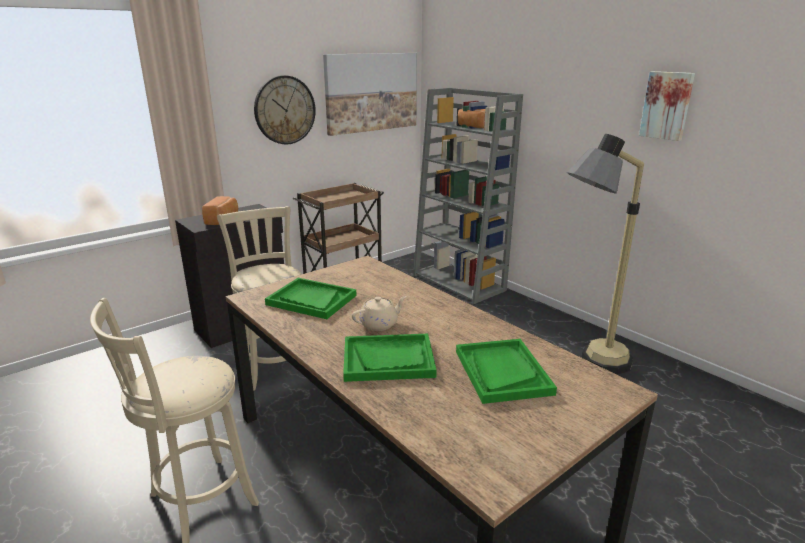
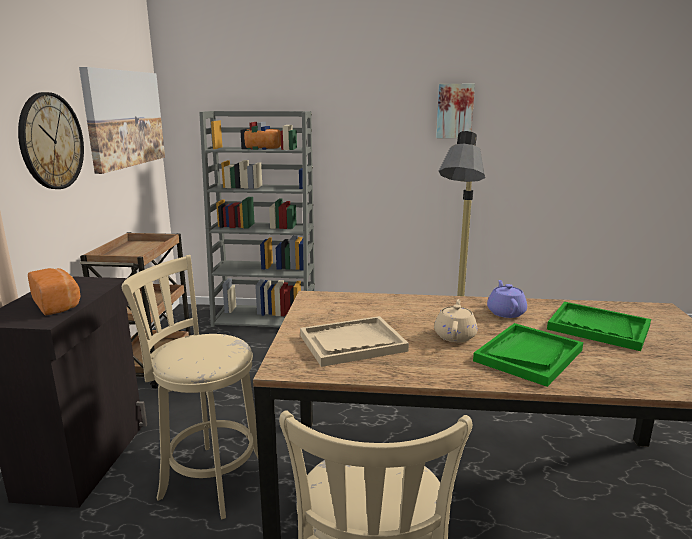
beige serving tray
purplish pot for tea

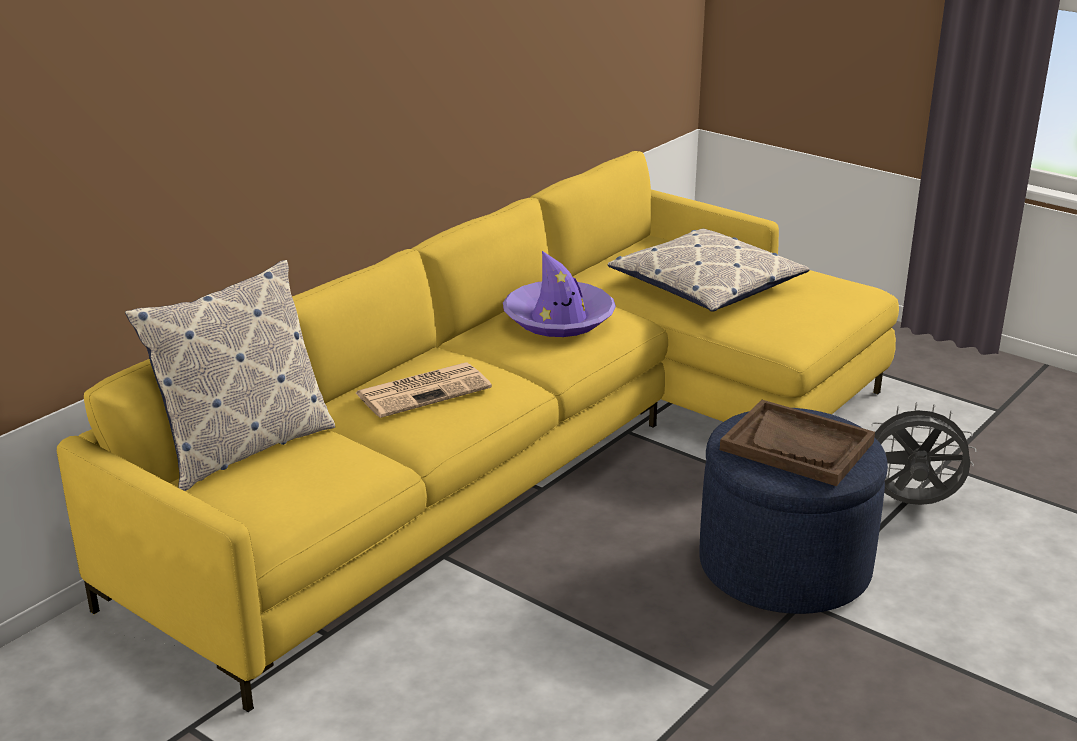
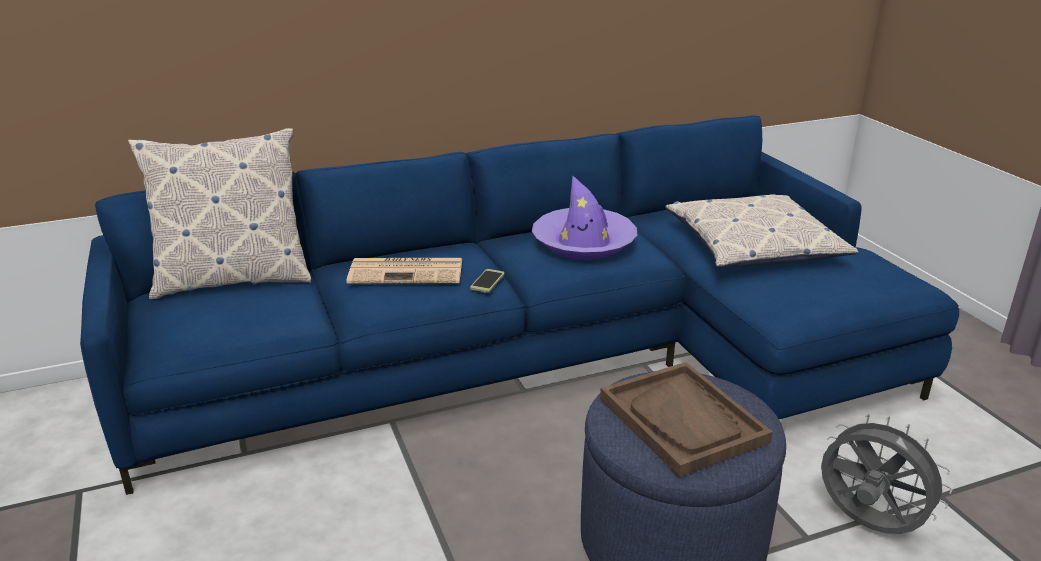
blue-coloured couch
handset

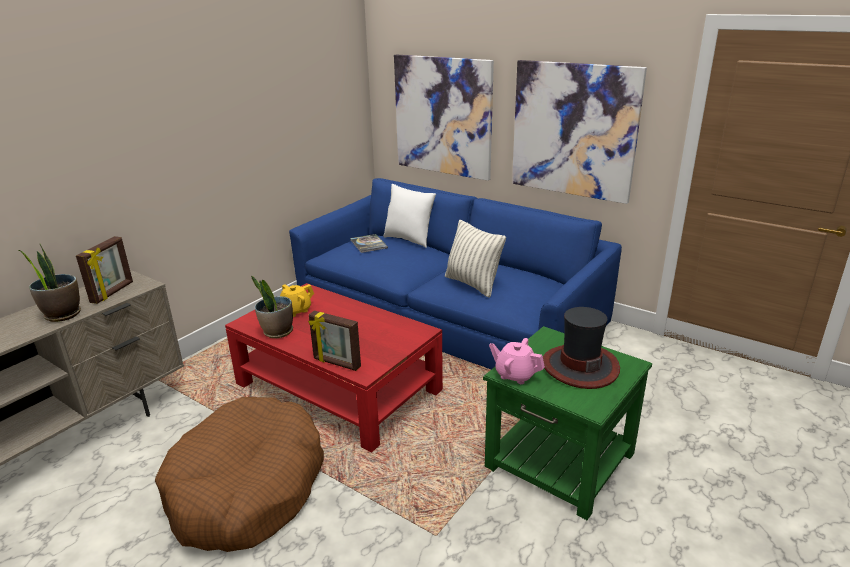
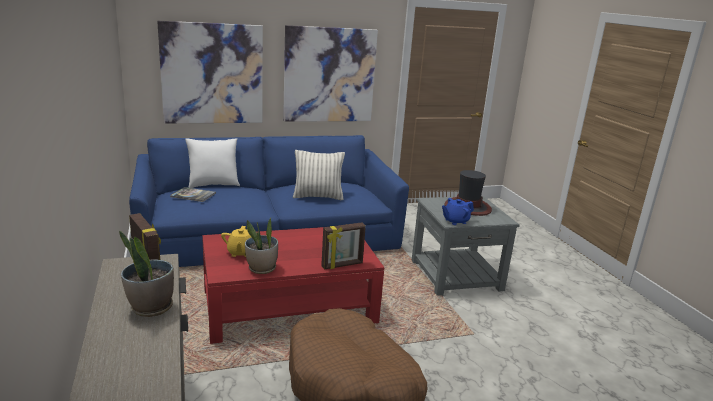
grey end table
blue-coloured pot for tea

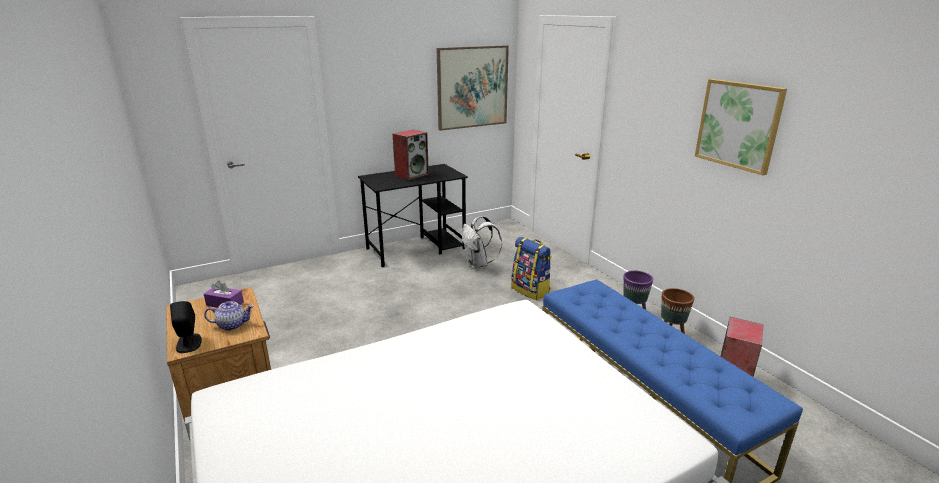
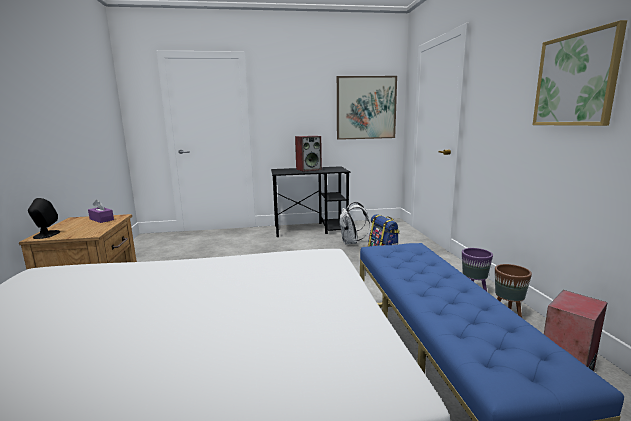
pot for tea

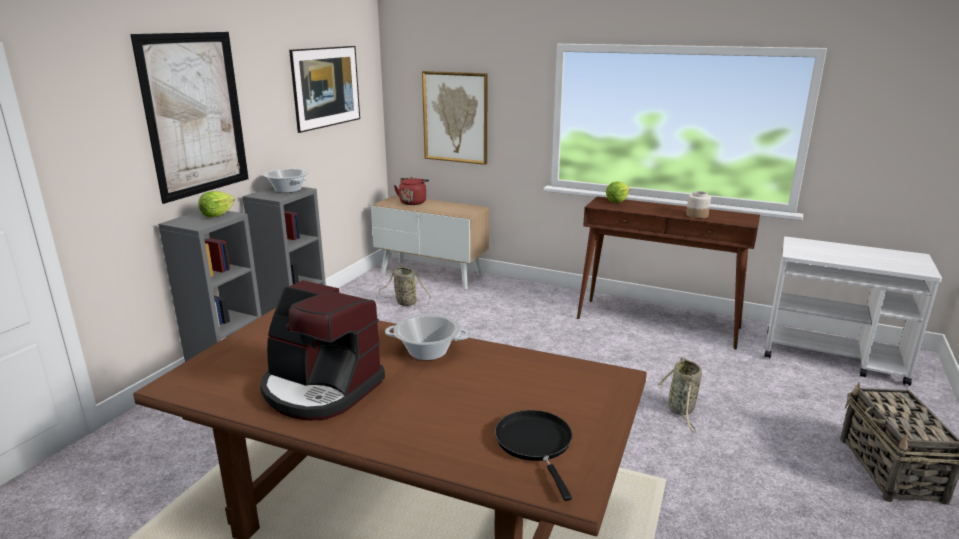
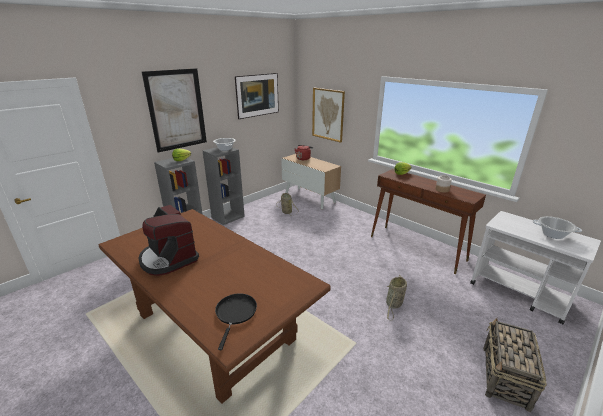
stockpot (no. 2 from left)

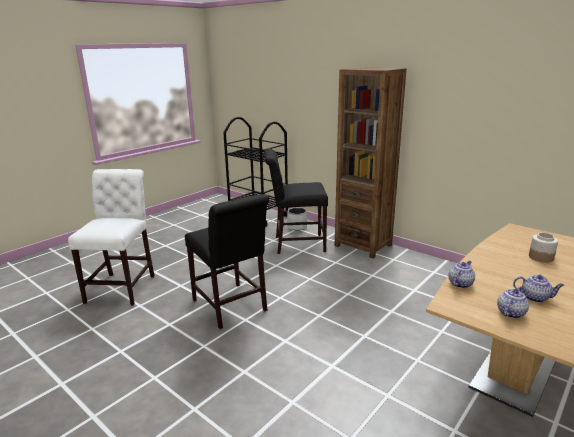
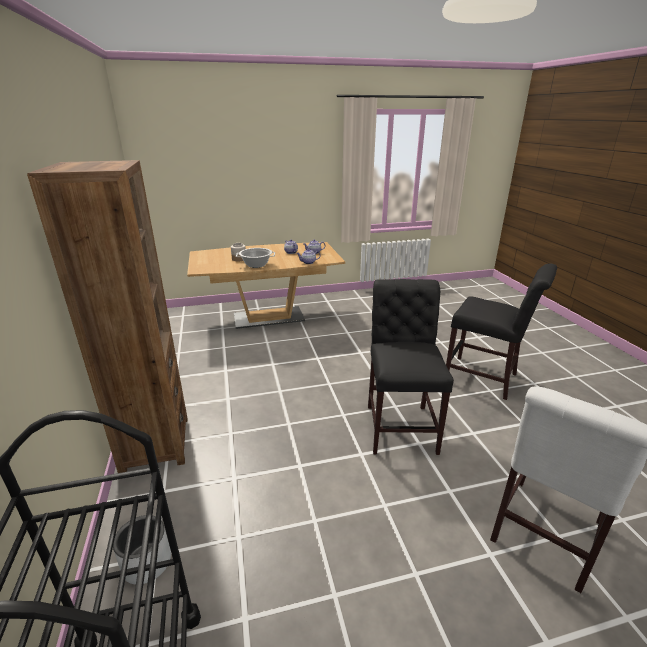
blackish chair (no. 2 from left)
stockpot

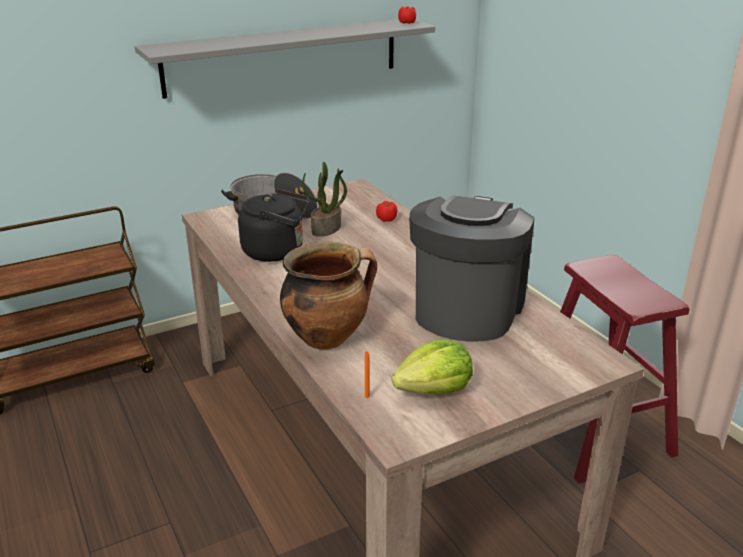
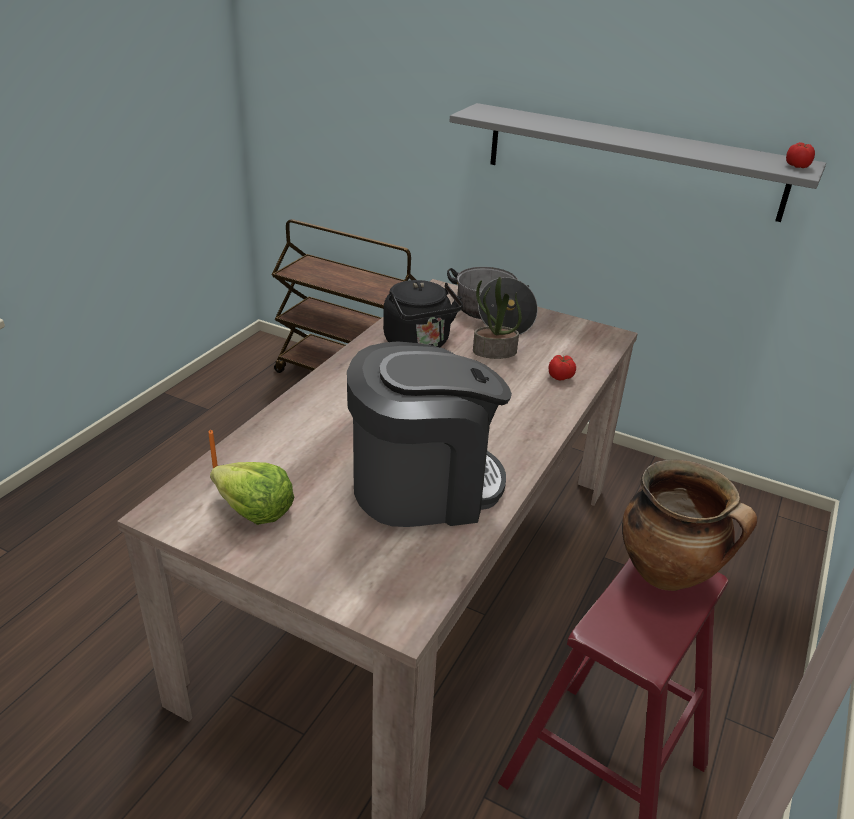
stockpot (no. 2 from left)

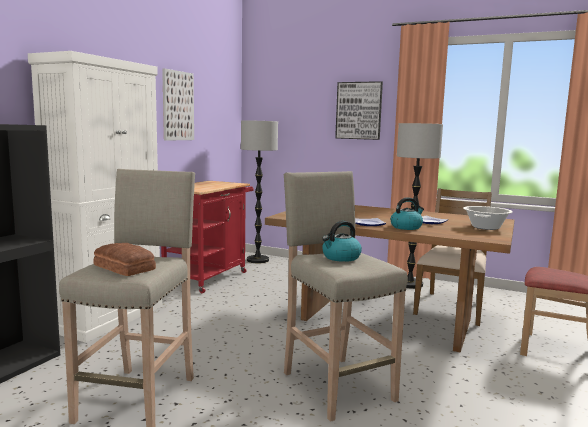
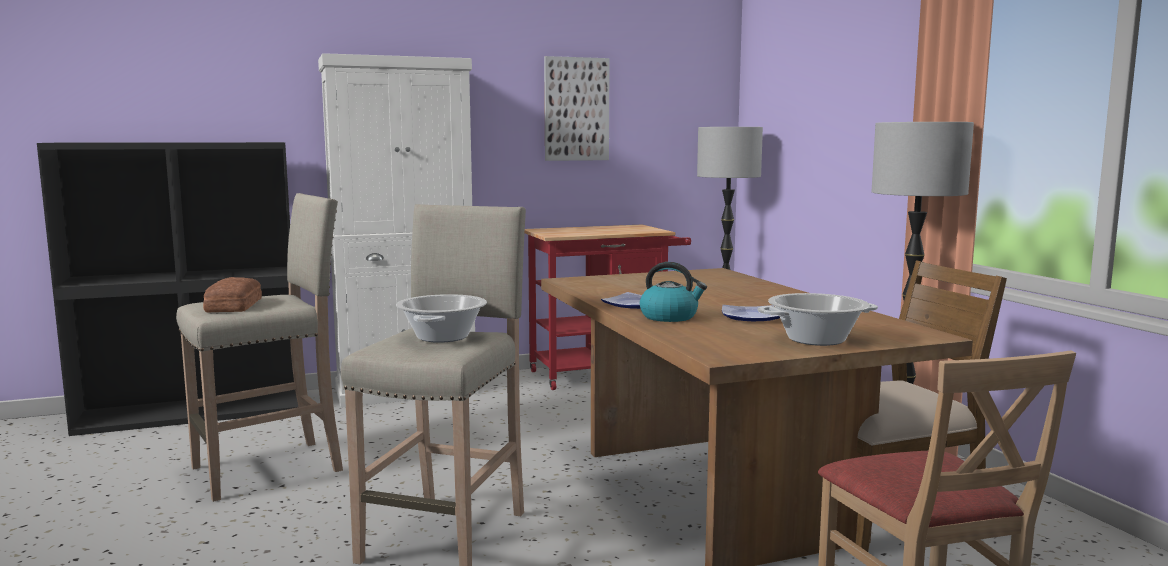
stockpot (no. 1 from left)
picture (no. 2 from left in the first image)

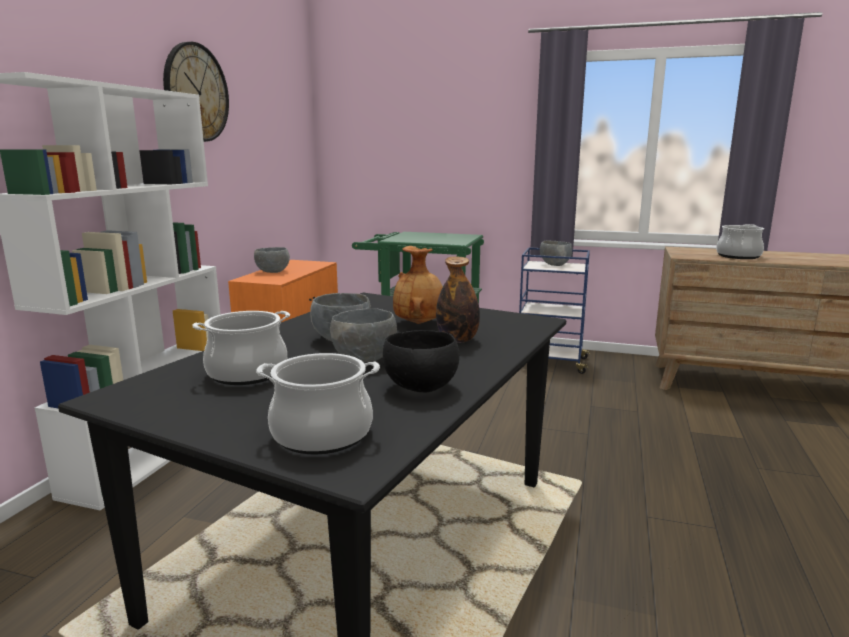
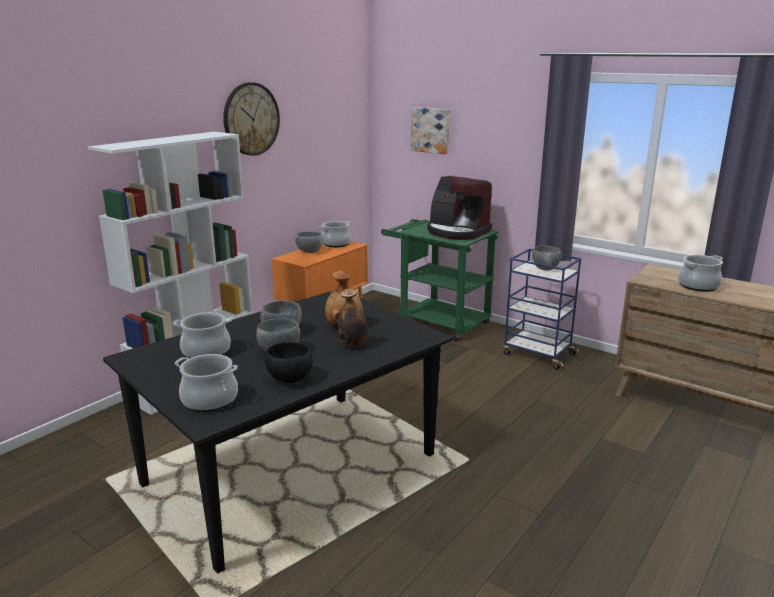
stockpot (no. 3 from left)
picture
coffee maker

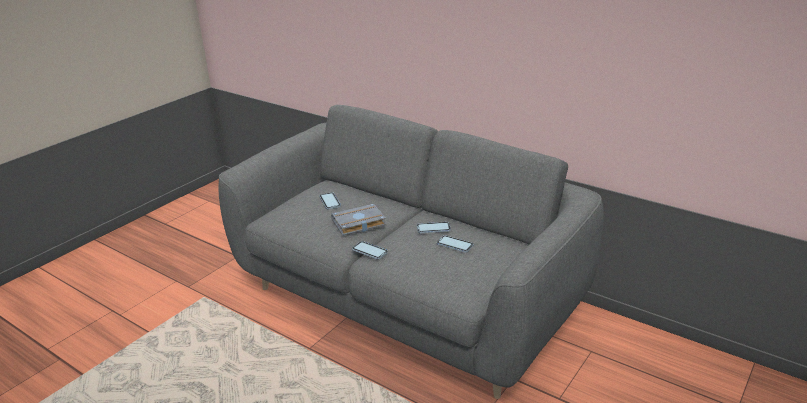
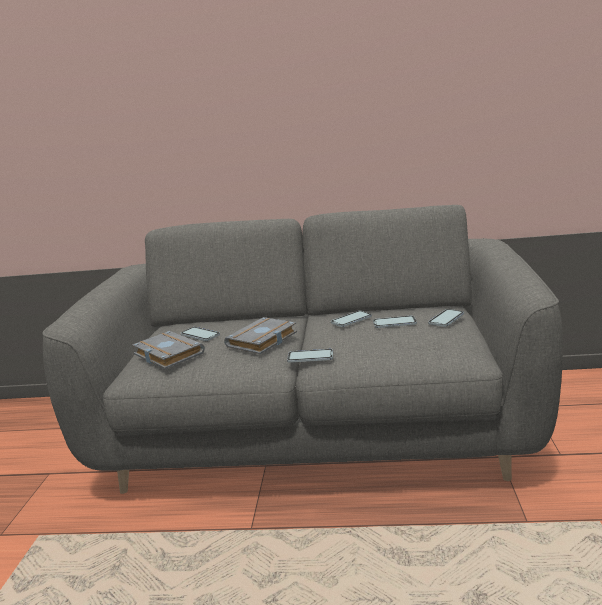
grey book (no. 1 from left)
handset (no. 5 from left)

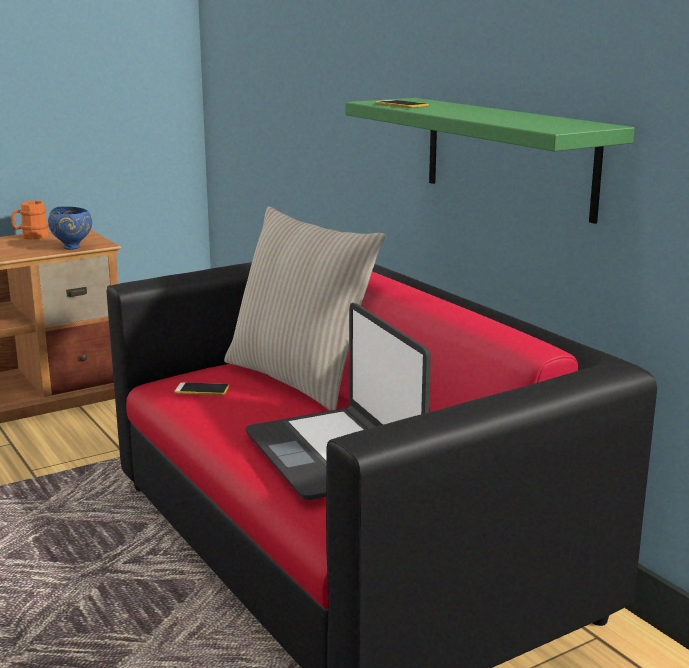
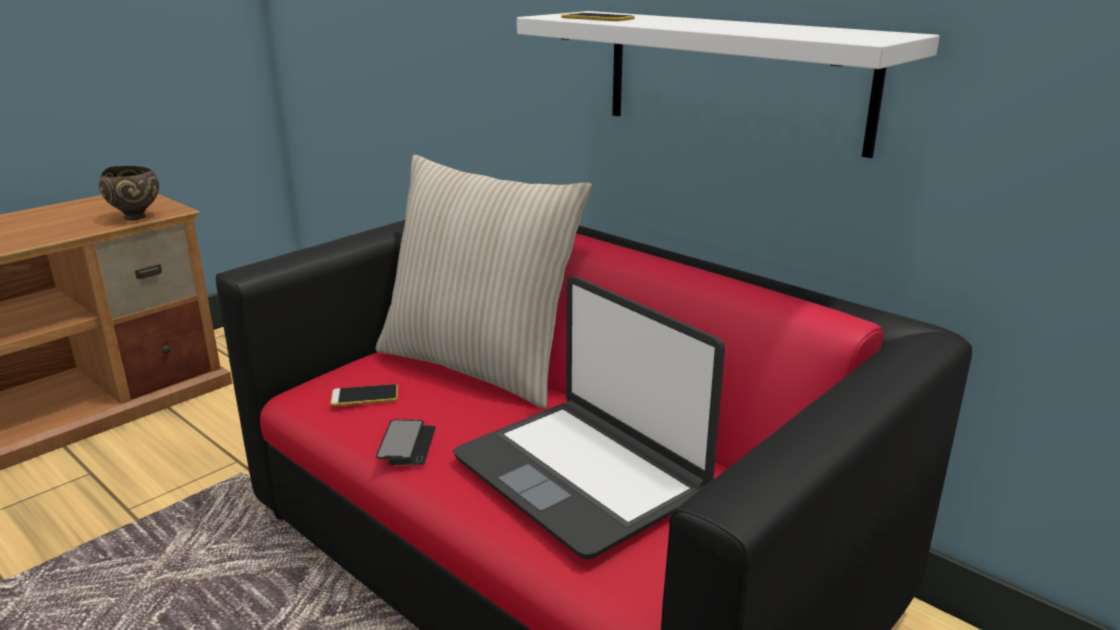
orangey tea mug
brownish deep dish
whitish shelf
handset (no. 2 from left)

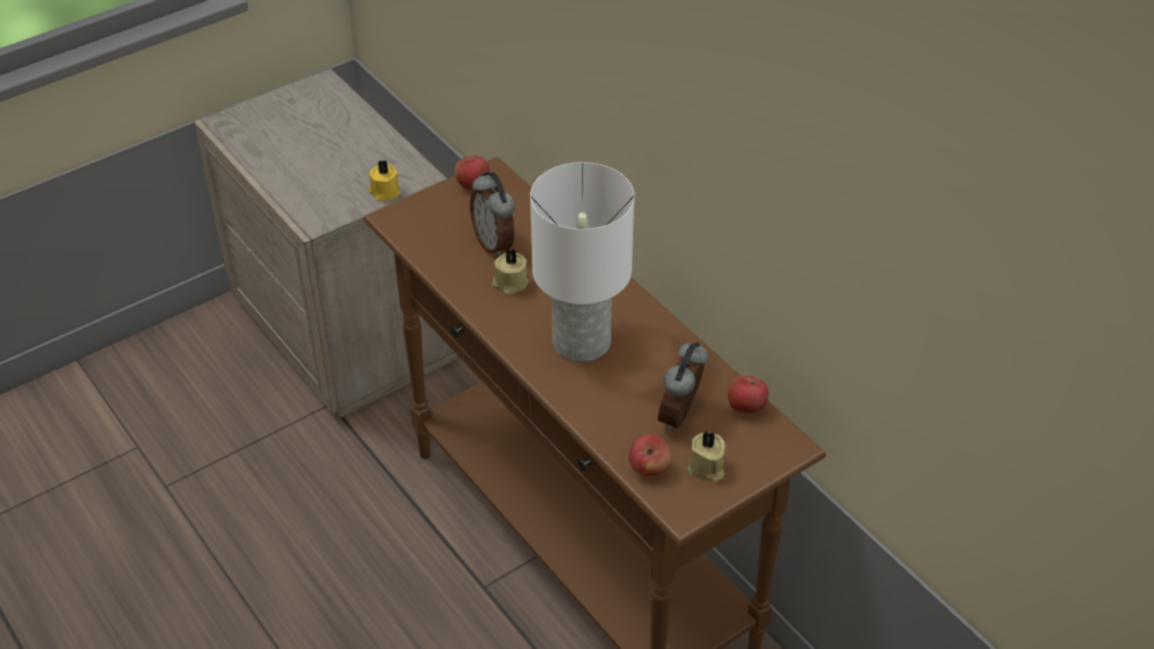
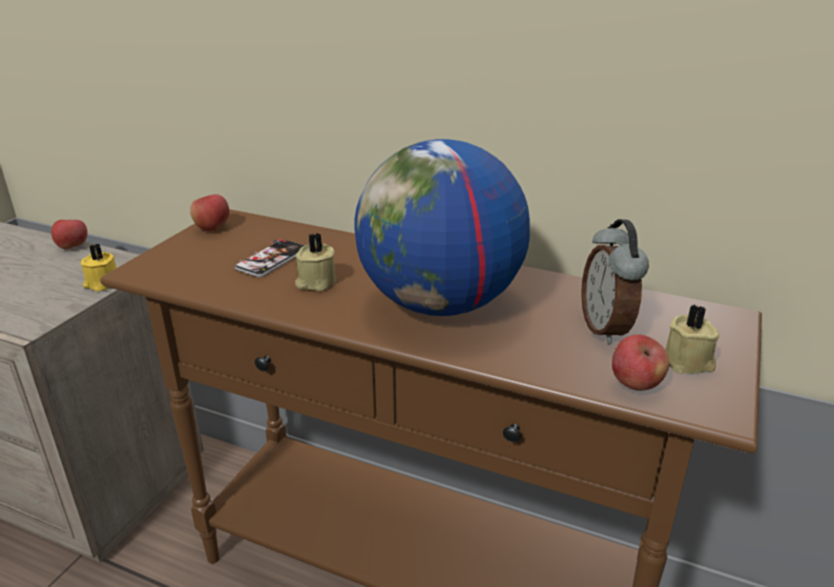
handset
world globe
apple (no. 1 from left)

